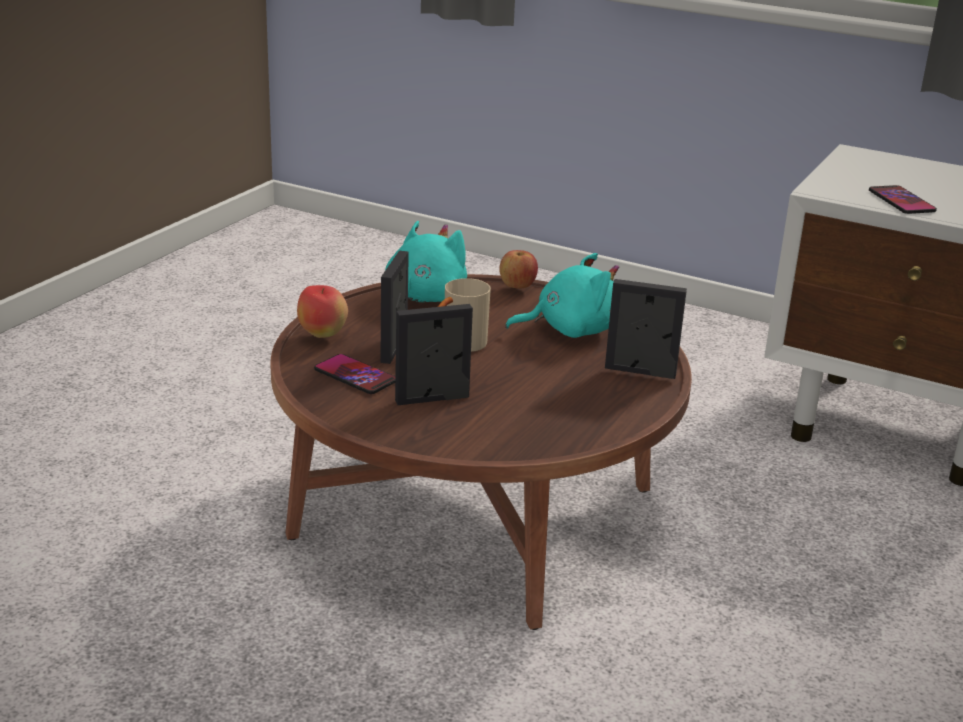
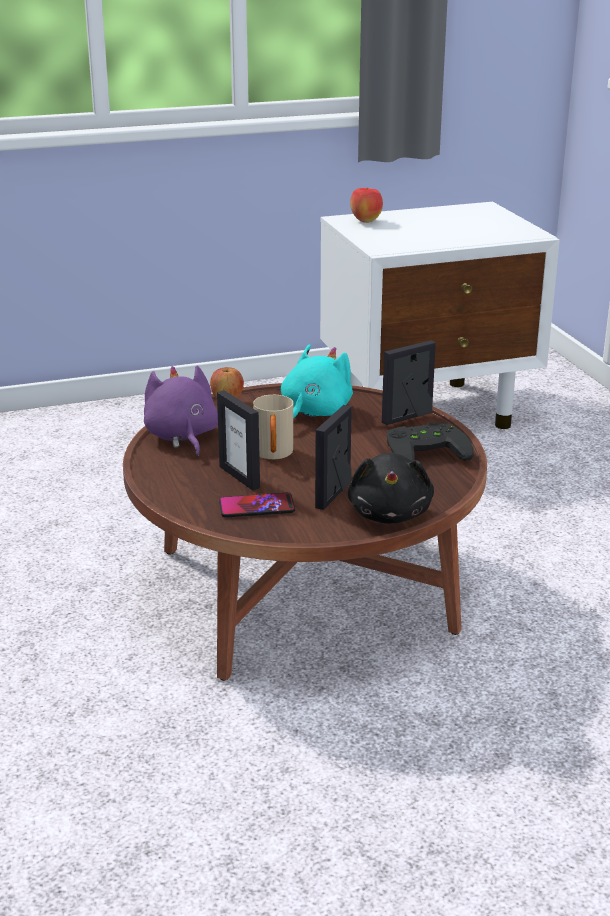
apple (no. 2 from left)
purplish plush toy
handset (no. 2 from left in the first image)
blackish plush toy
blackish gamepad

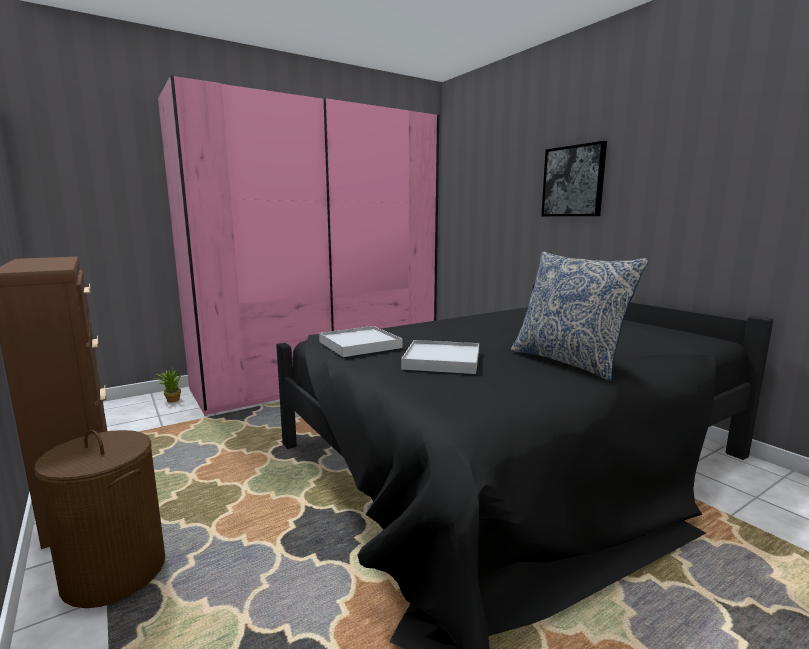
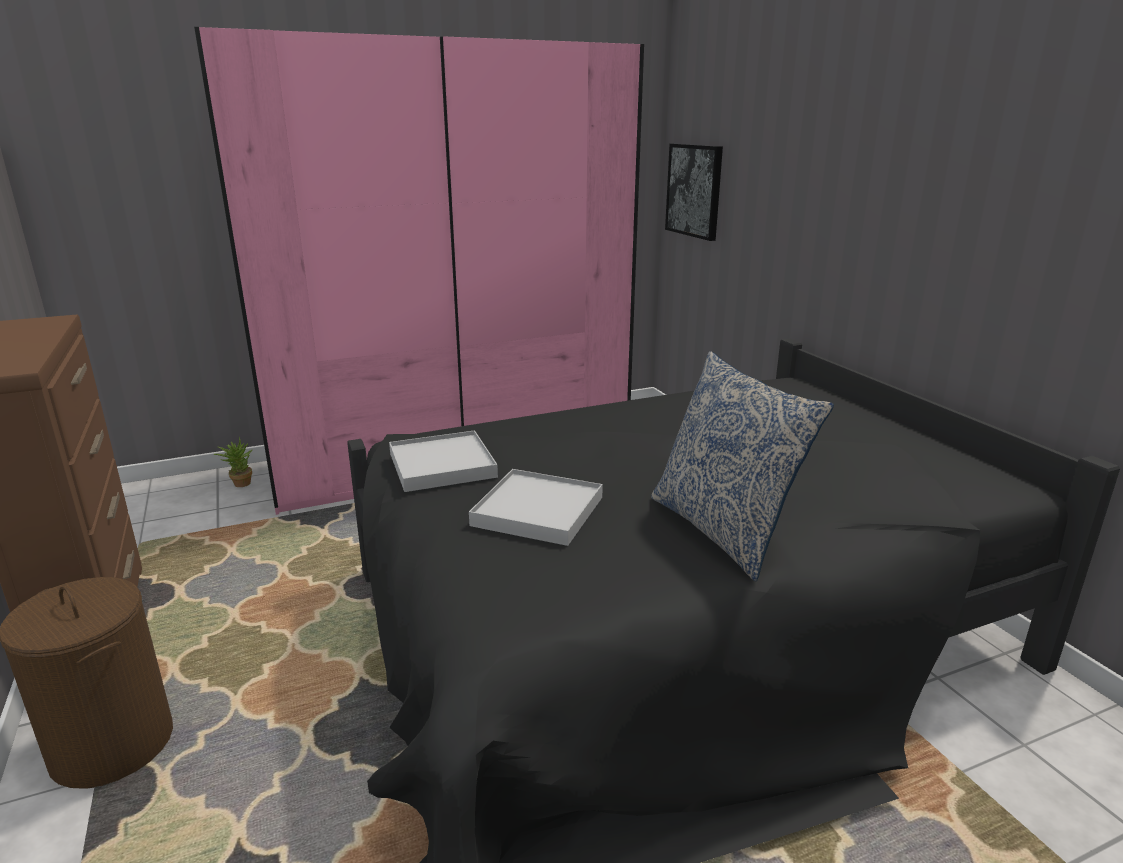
picture

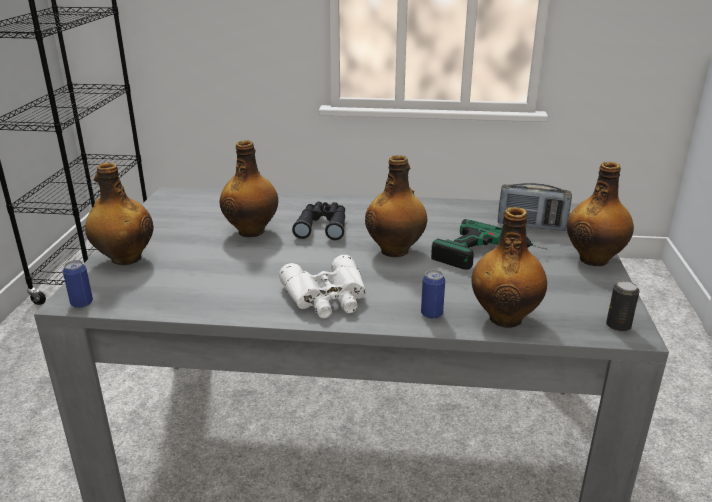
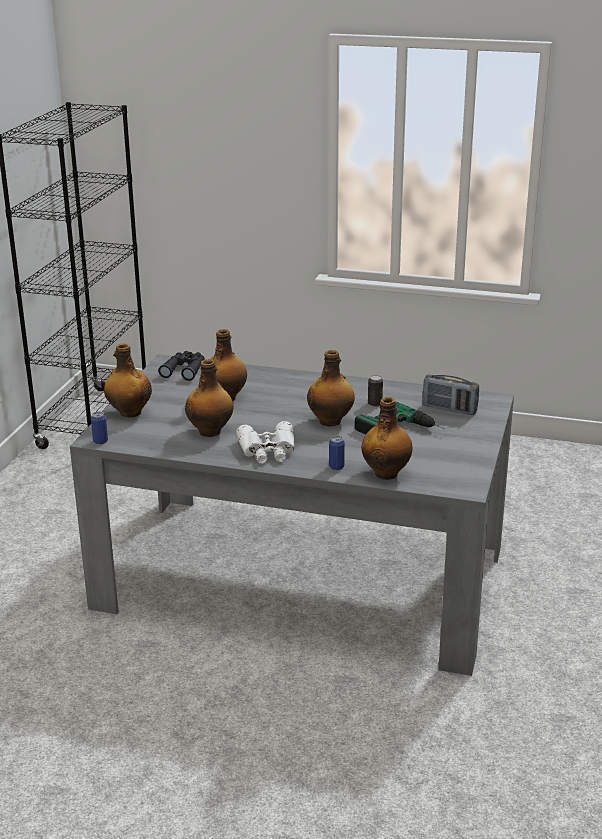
blackish binoculars
bottle (no. 2 from left)
metal can (no. 3 from left)

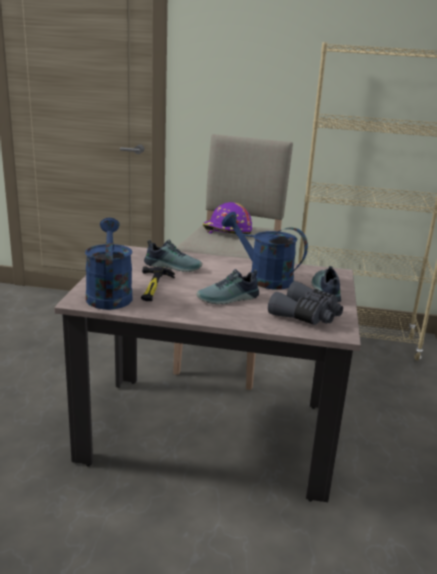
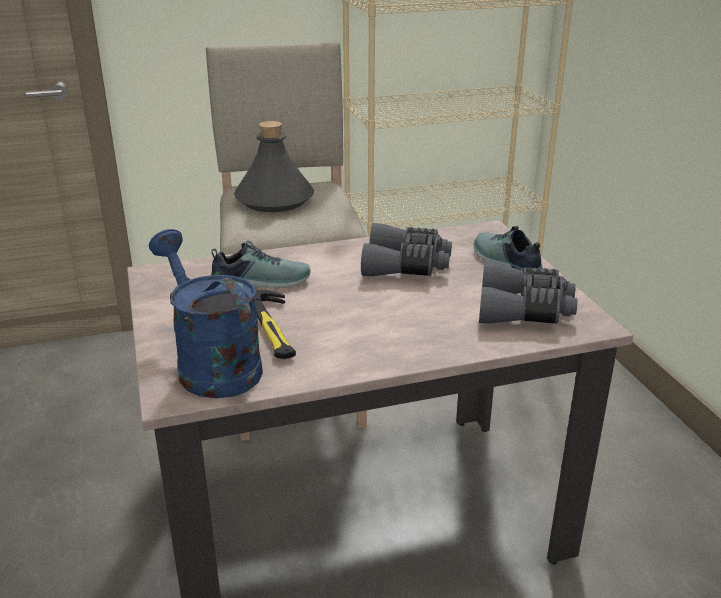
shoe (no. 2 from left in the first image)
grey bottle
grey binoculars (no. 1 from left)

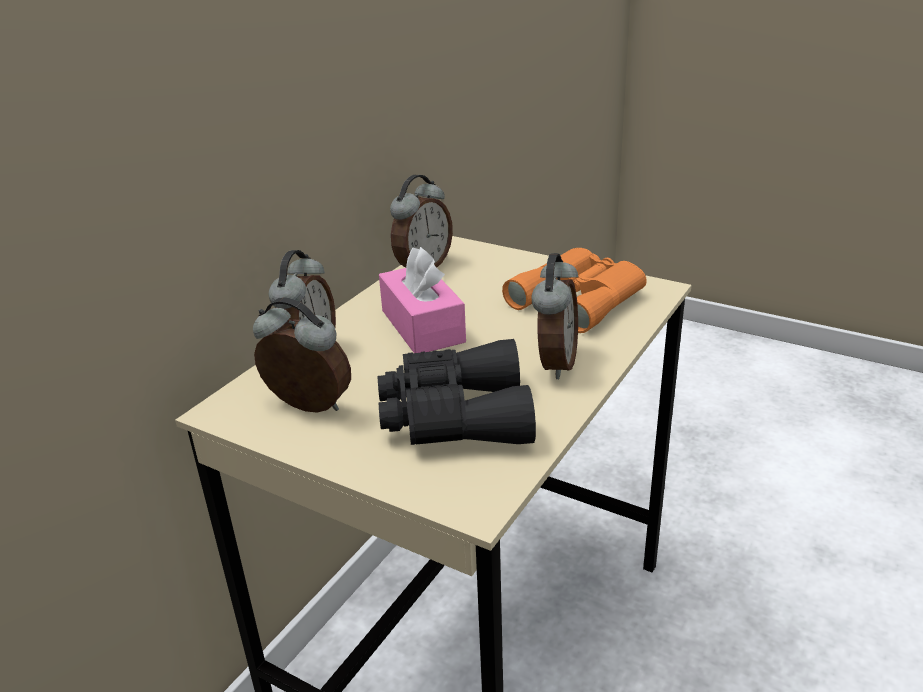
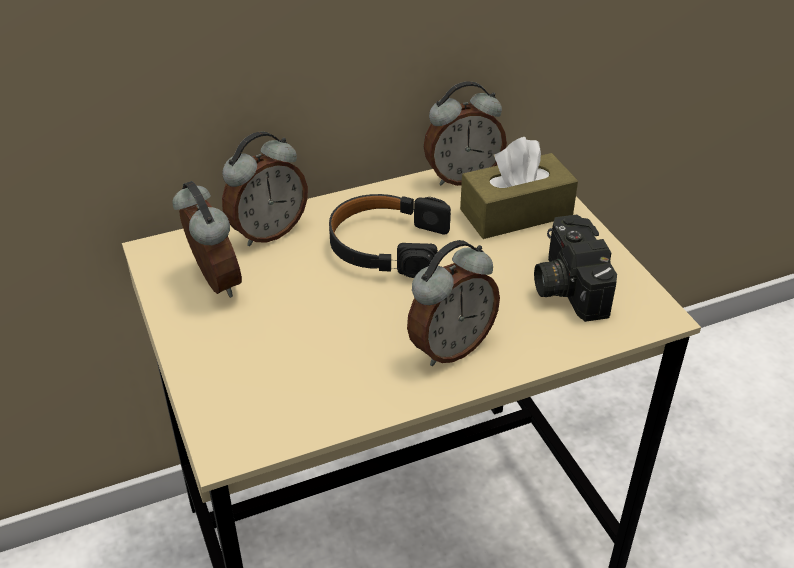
blackish binoculars
blackish pair of headphones
still camera
brownish tissue box

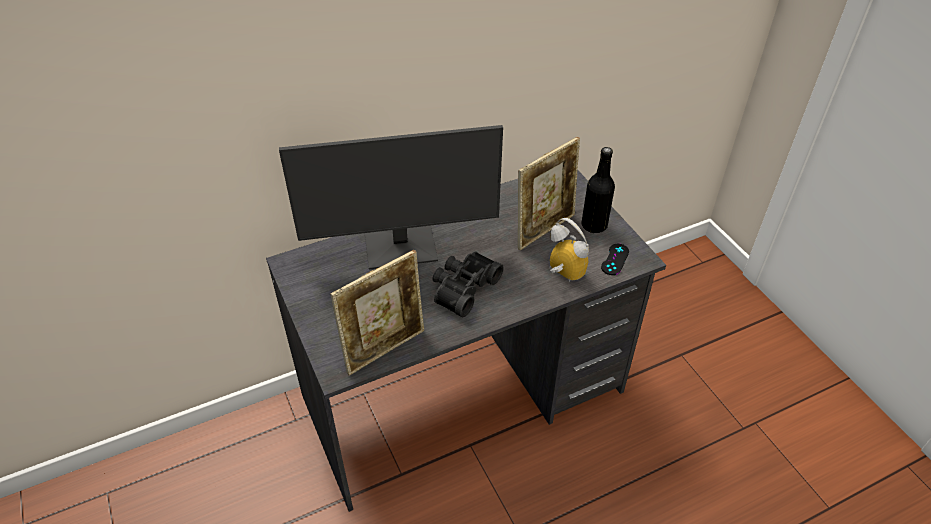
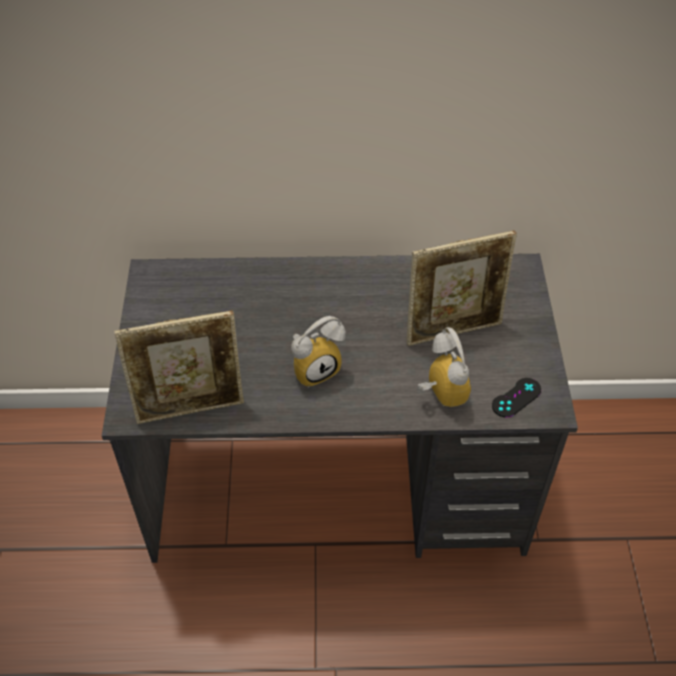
computer display
bedside clock (no. 1 from left)
blackish bottle

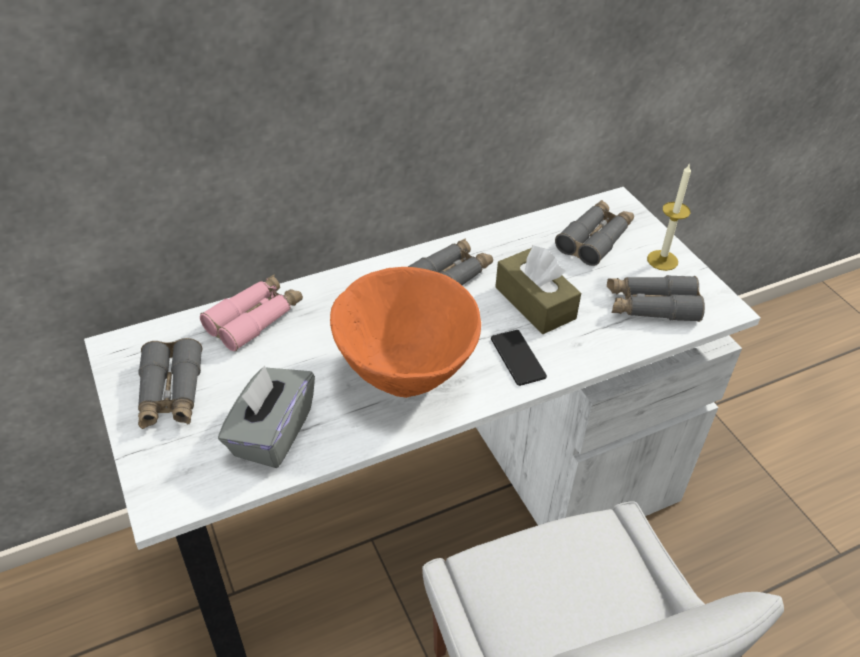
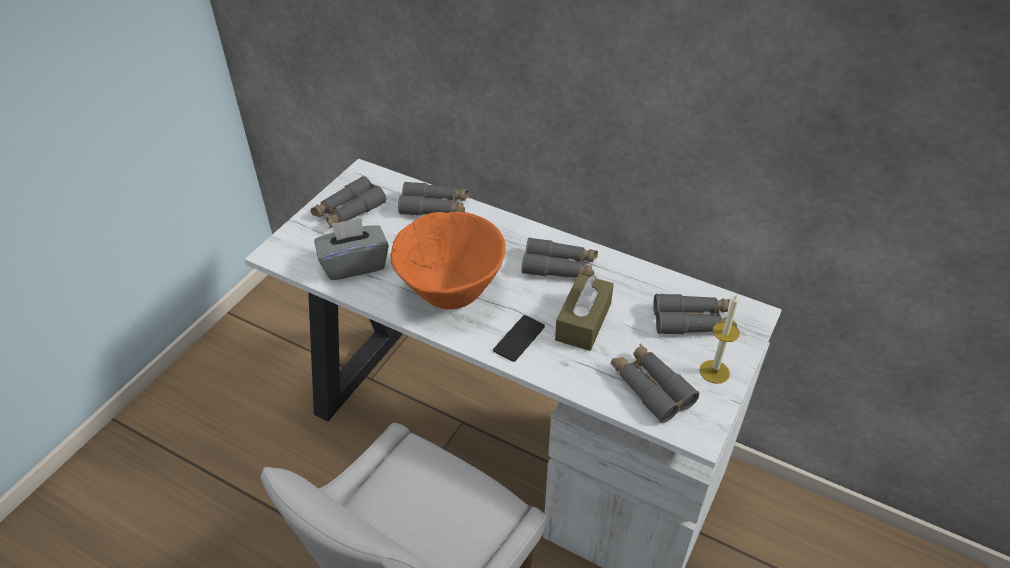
grey binoculars (no. 2 from left)

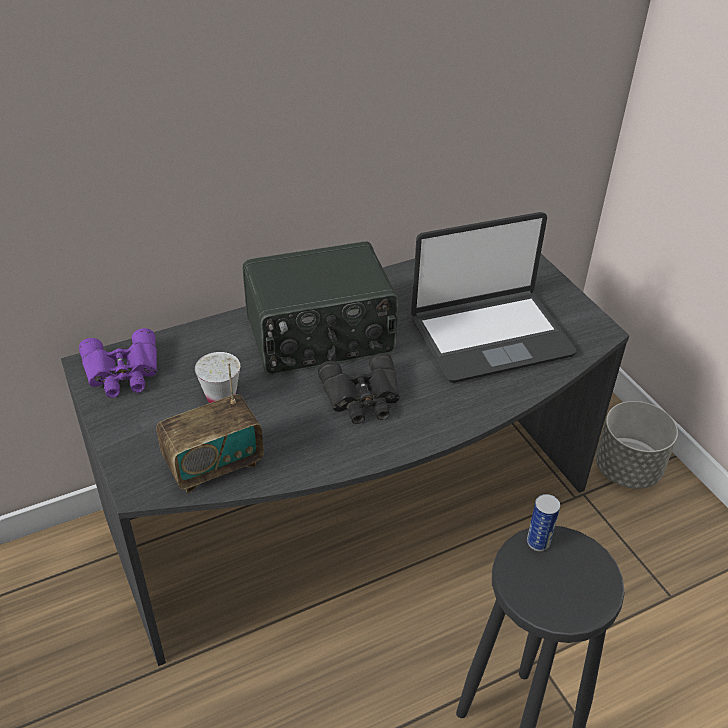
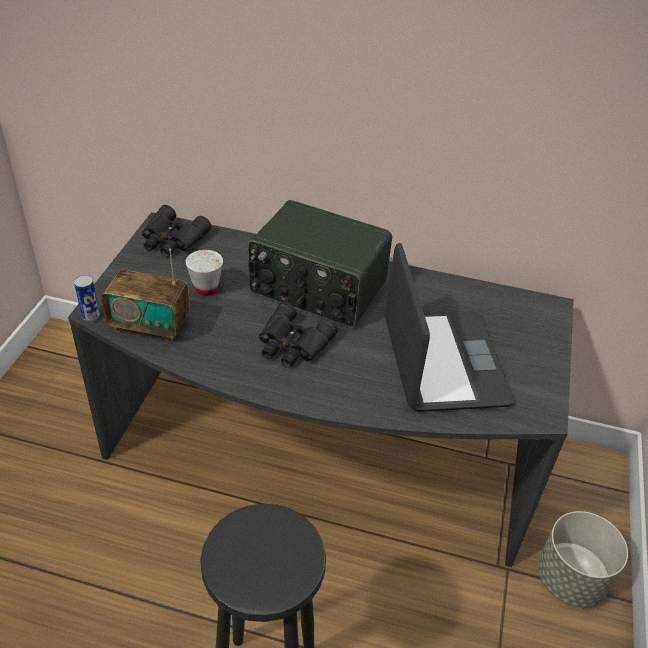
blackish binoculars (no. 1 from left)
laptop
metal can

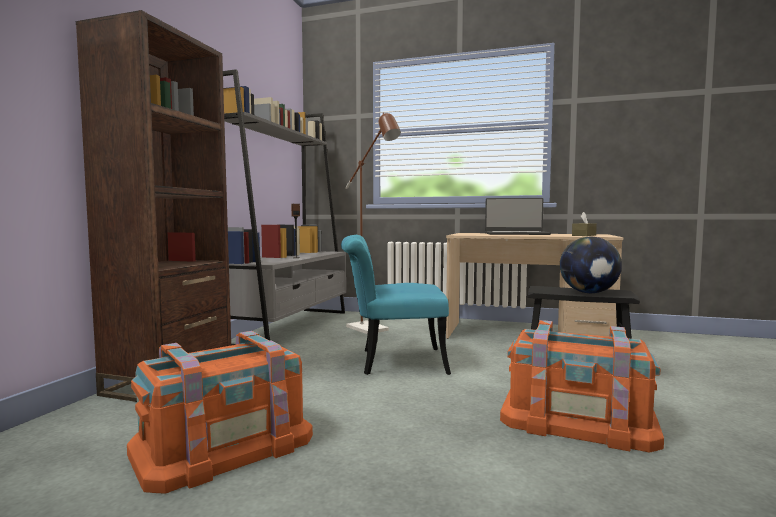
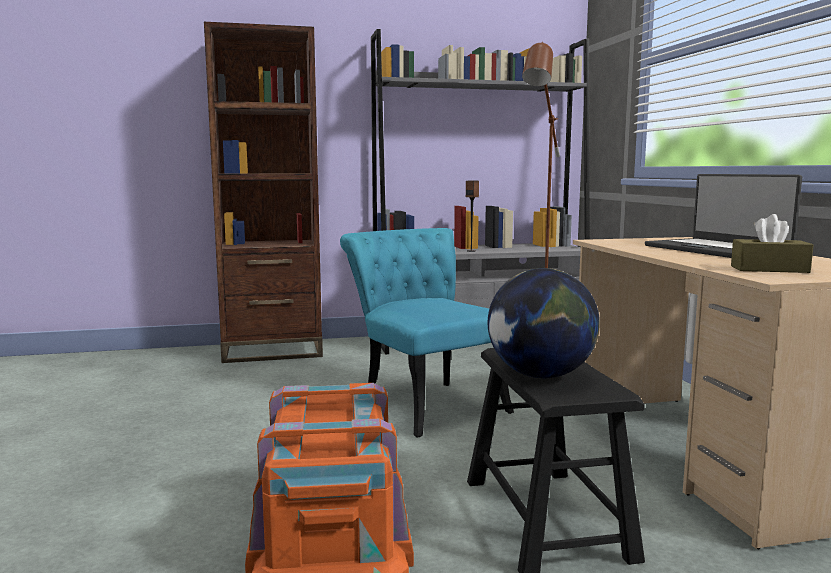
orangey storage container (no. 1 from left in the first image)

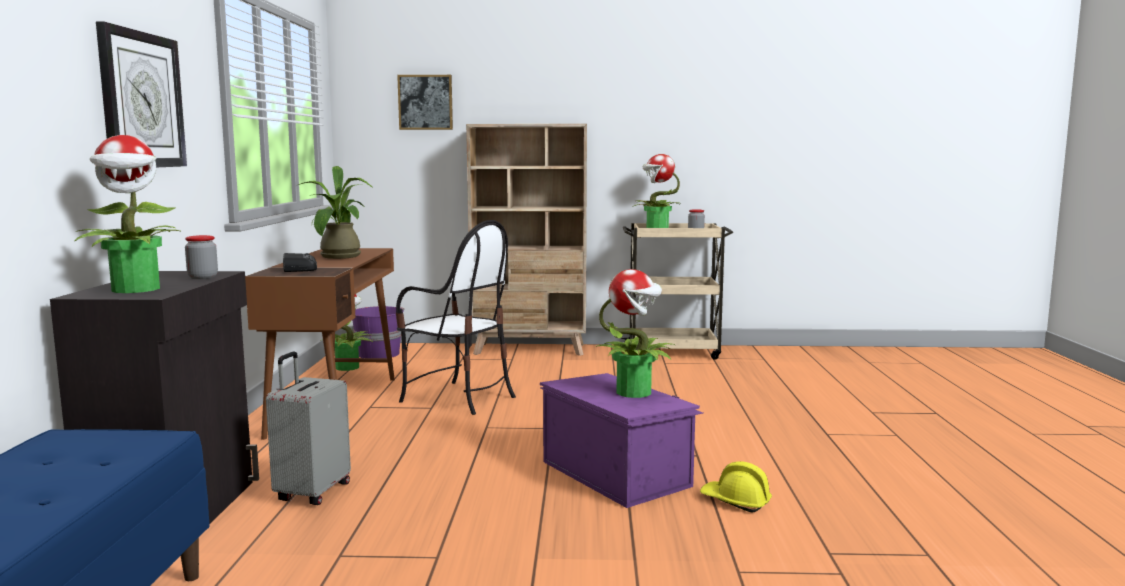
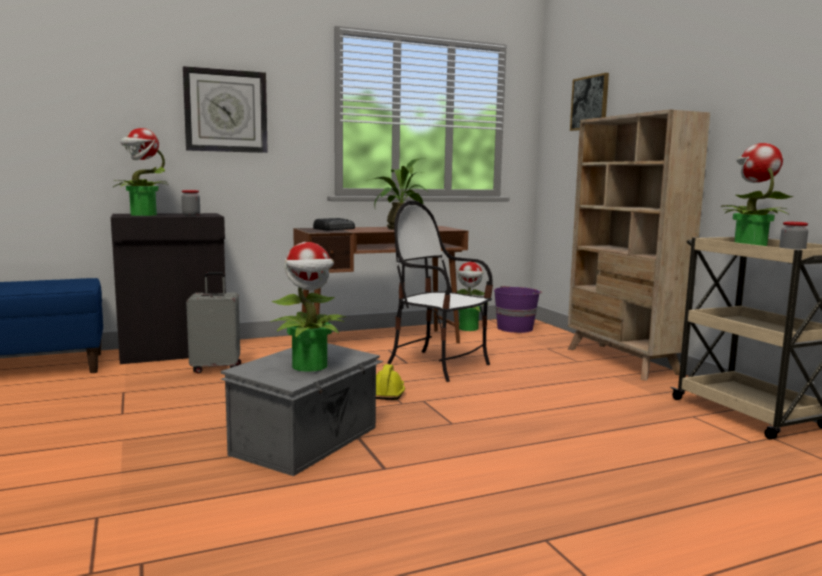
chair
grey storage container
yellow-coloured safety helmet

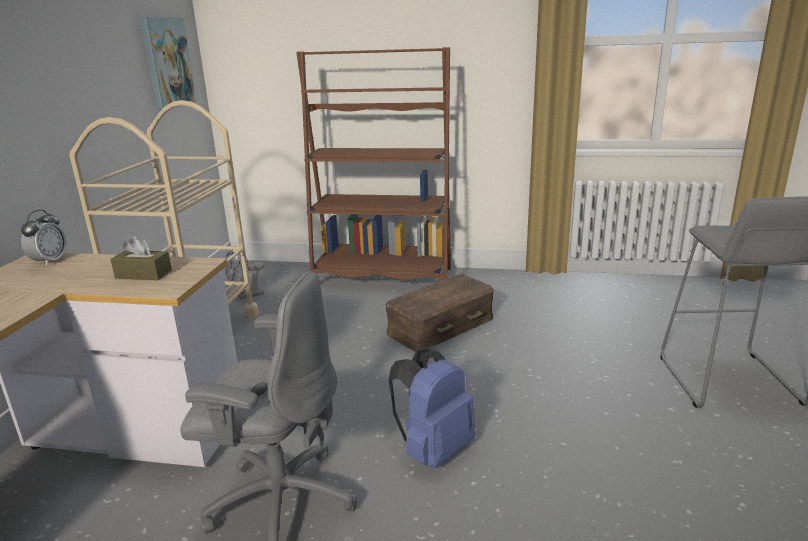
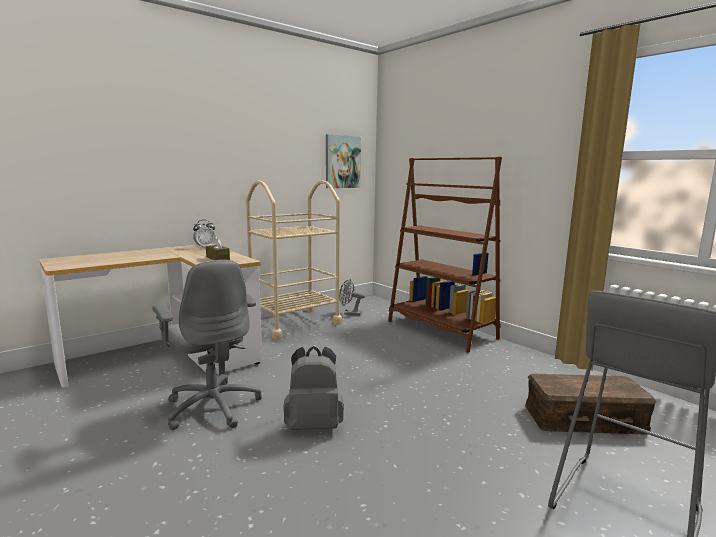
brownish storage container
grey backpack

